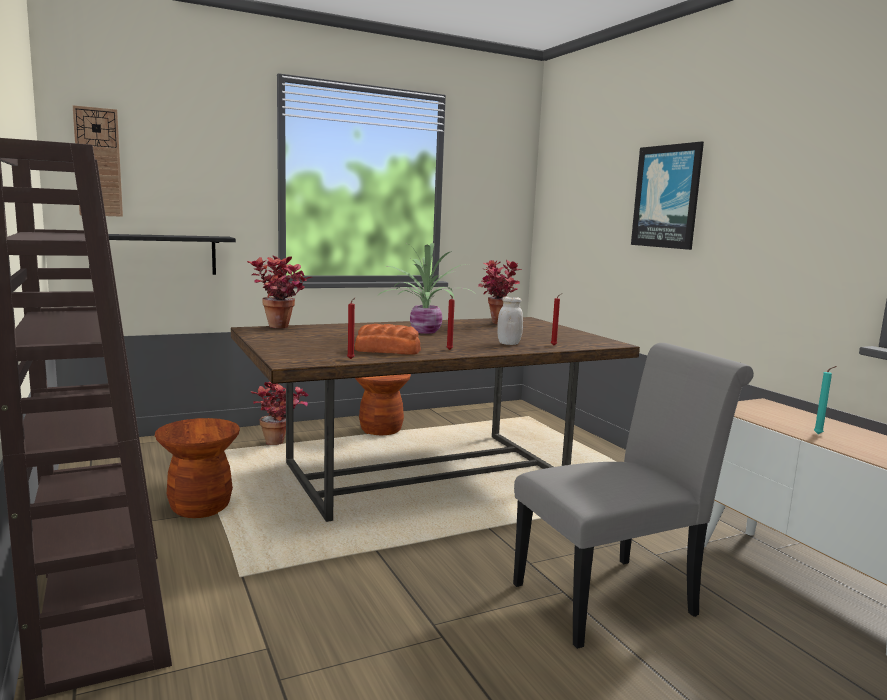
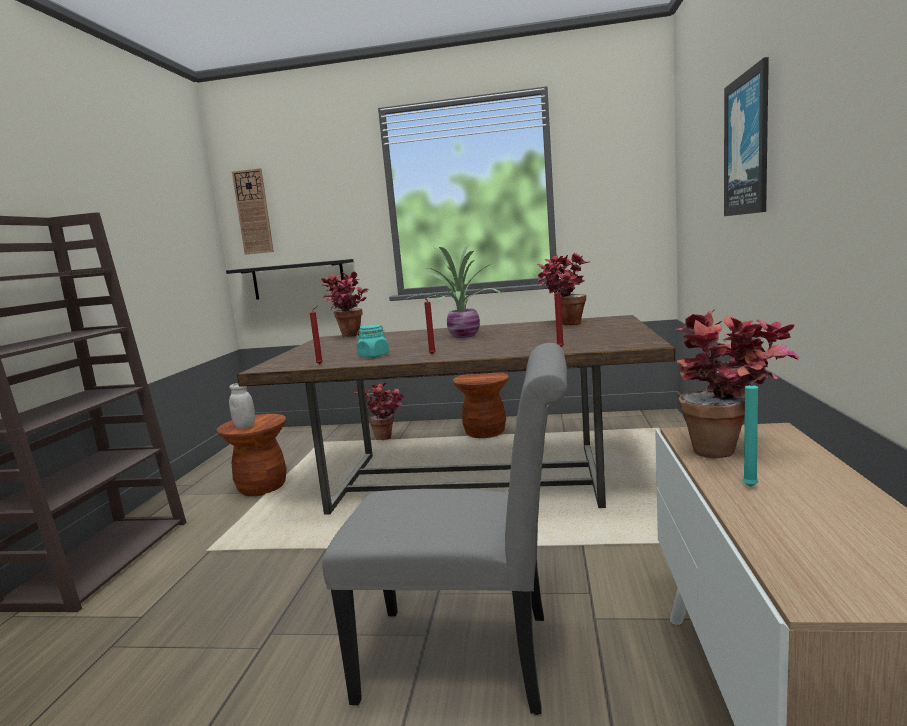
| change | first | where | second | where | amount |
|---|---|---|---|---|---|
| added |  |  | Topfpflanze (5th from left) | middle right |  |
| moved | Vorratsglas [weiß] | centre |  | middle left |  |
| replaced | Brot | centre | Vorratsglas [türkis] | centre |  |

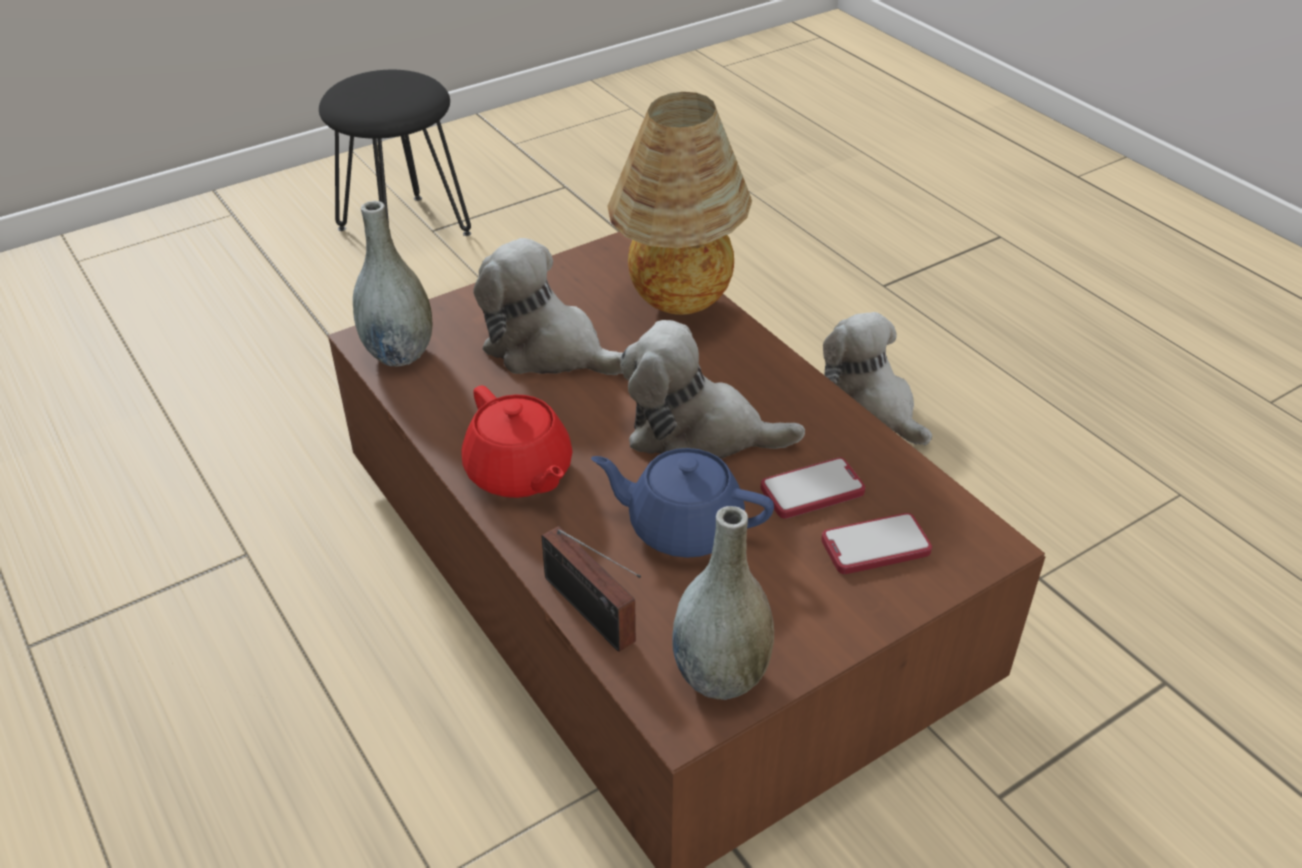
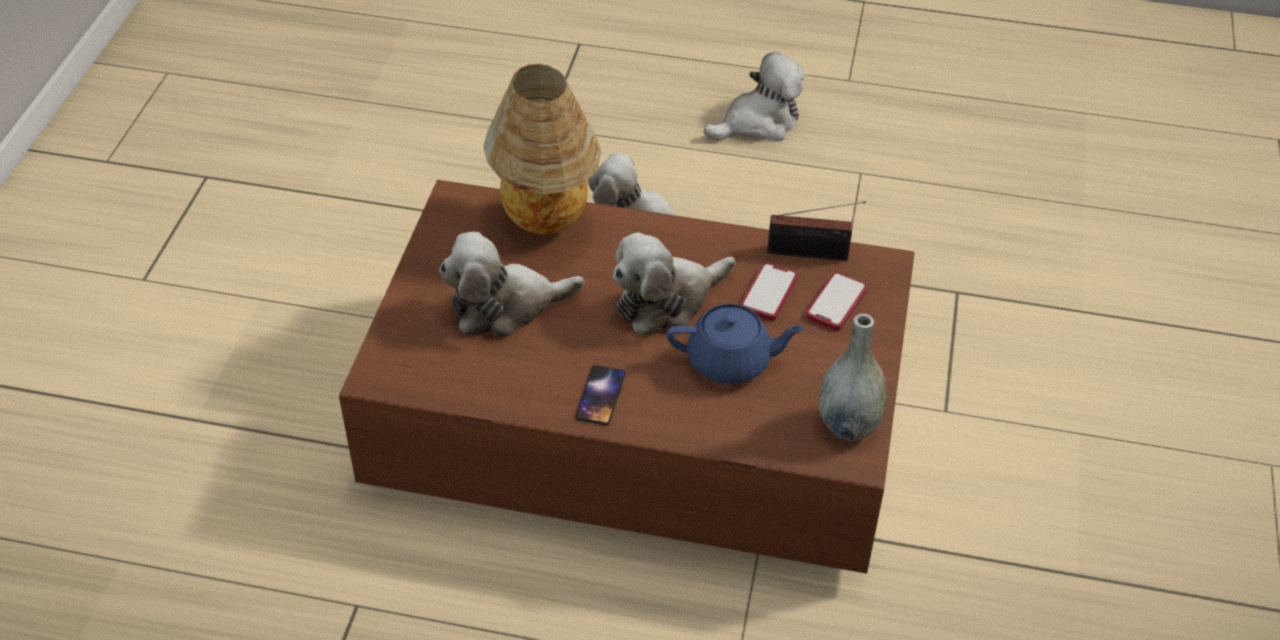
| change | first | where | second | where | amount |
|---|---|---|---|---|---|
| removed | Hocker [schwarz] | top left |  |  |  |
| removed | Vase [grau] (1st from left) | top left |  |  |  |
| added |  |  | Plüschtier (4th from left) | top centre |  |
| moved | Radio | bottom centre |  | centre |  |
| replaced | Teekanne [rot] | centre | Handy (1st from left) | centre |  |
| turned | Teekanne [blau] | centre |  | centre | 150 degrees counterclockwise |

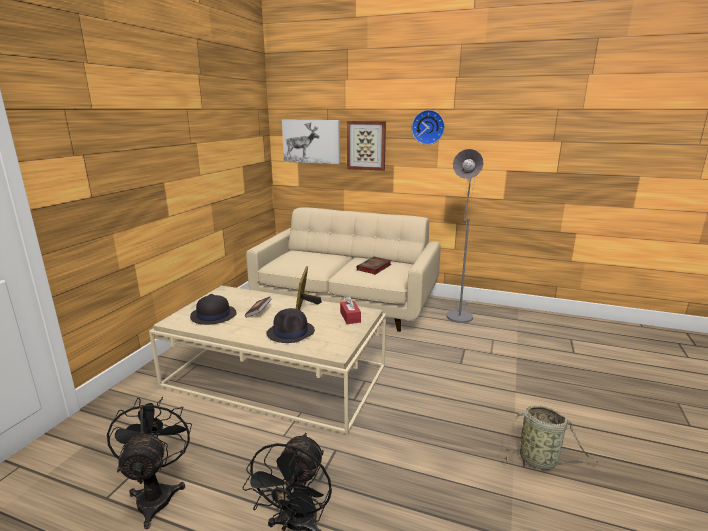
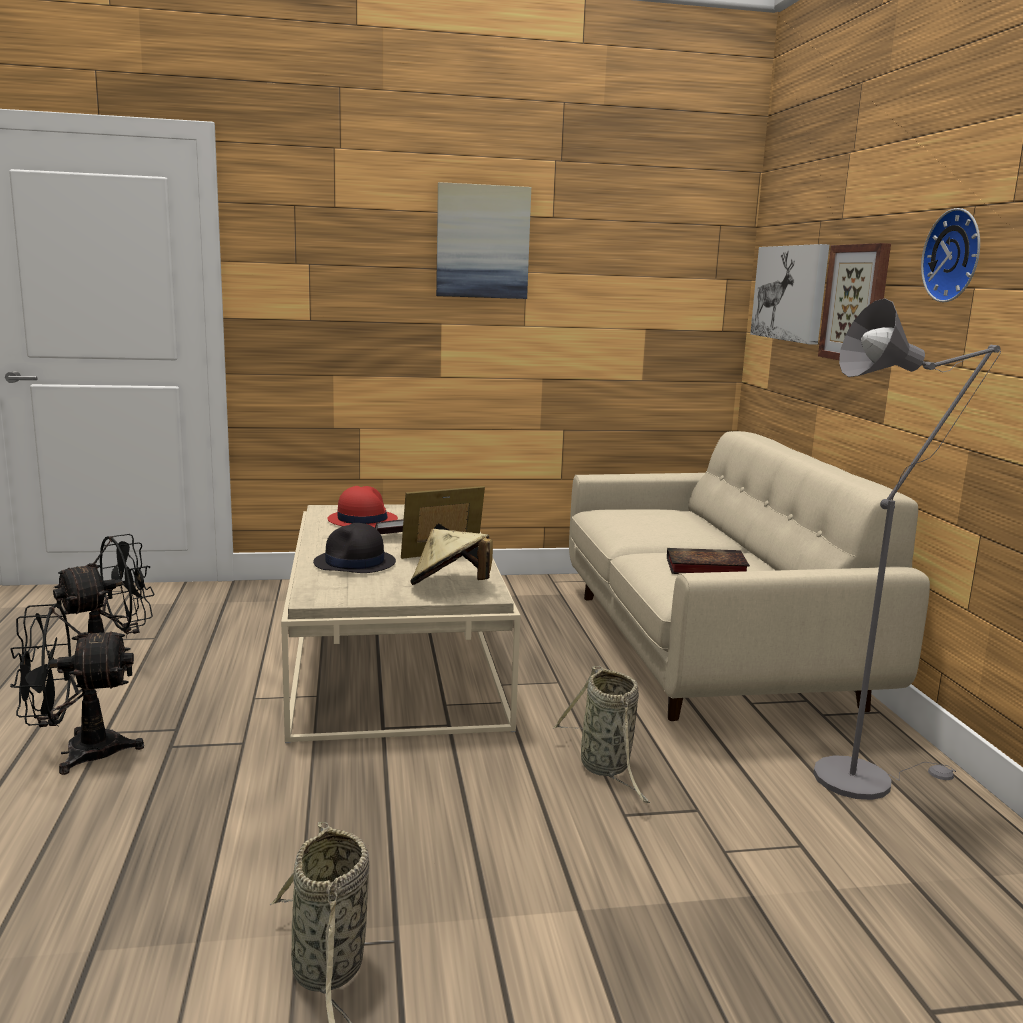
| change | first | where | second | where | amount |
|---|---|---|---|---|---|
| added |  |  | Bild (1st from left) | top centre |  |
| added |  |  | Korb (2nd from left) | bottom centre |  |
| replaced | Taschentuchbox [rot] | centre | Hut [beige] | centre |  |
| recoloured | Hut [schwarz] (1st from left) | middle left | Hut [rot] | centre |  |

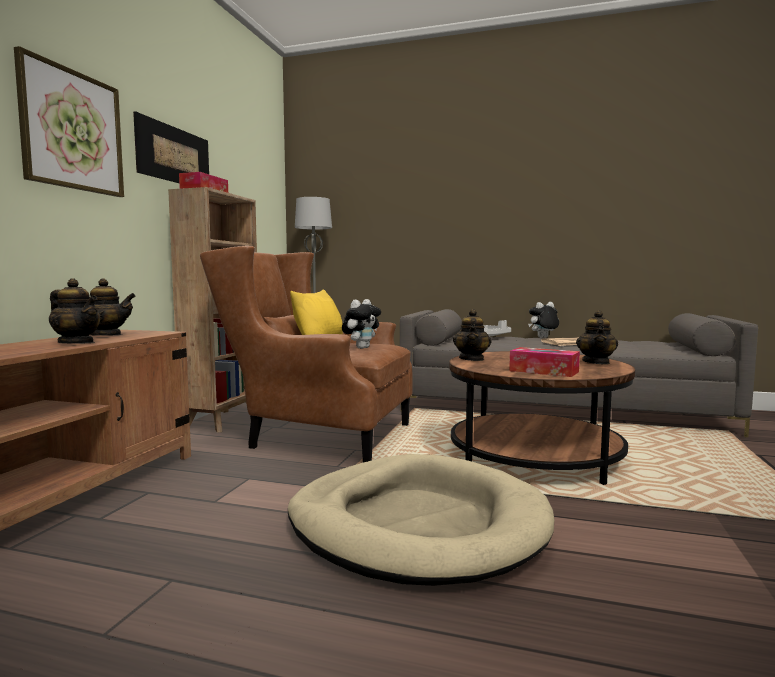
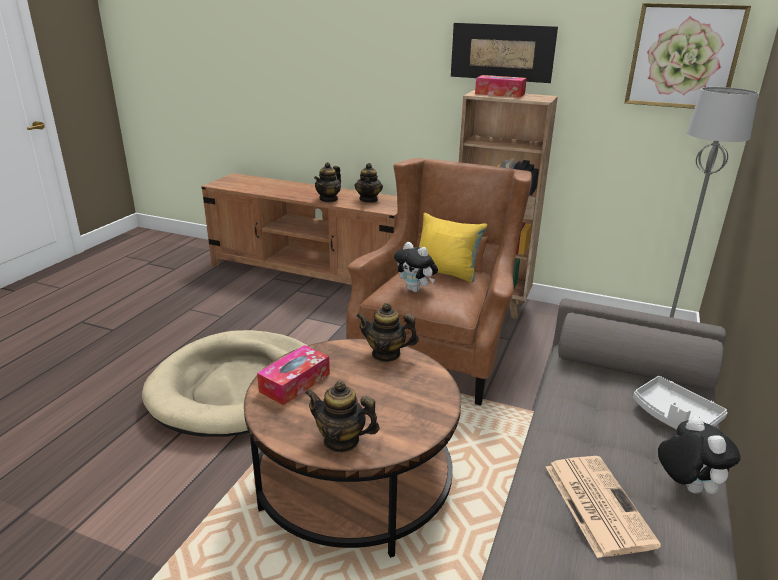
| change | first | where | second | where | amount |
|---|---|---|---|---|---|
| moved | Bild (1st from left in the first image) | top left | Bild (2nd from left) | top right |  |

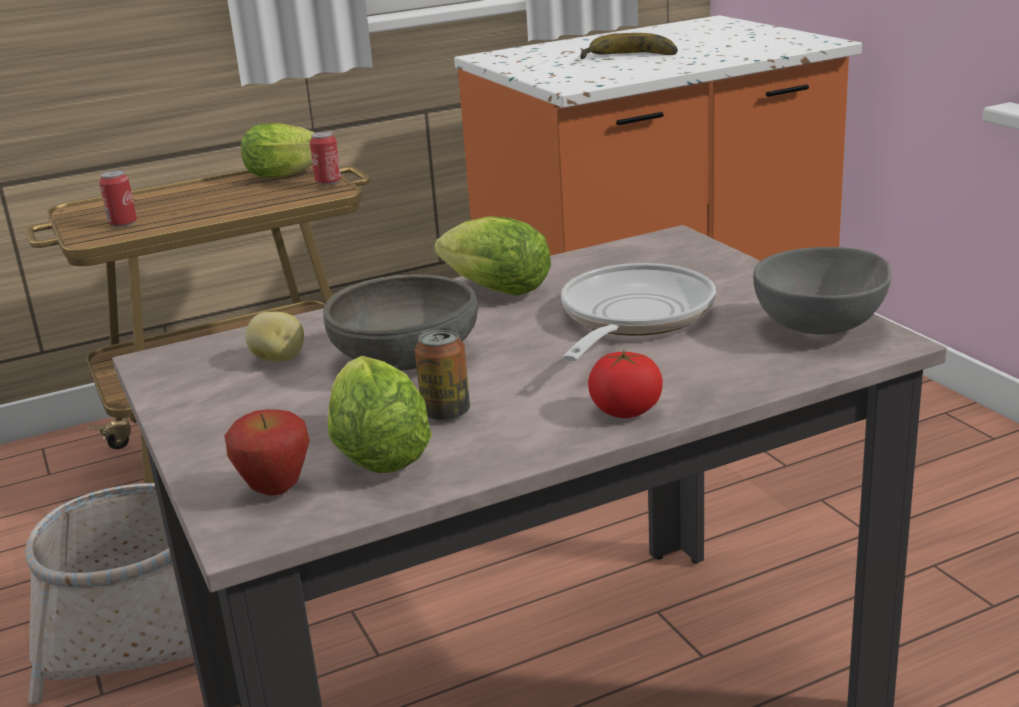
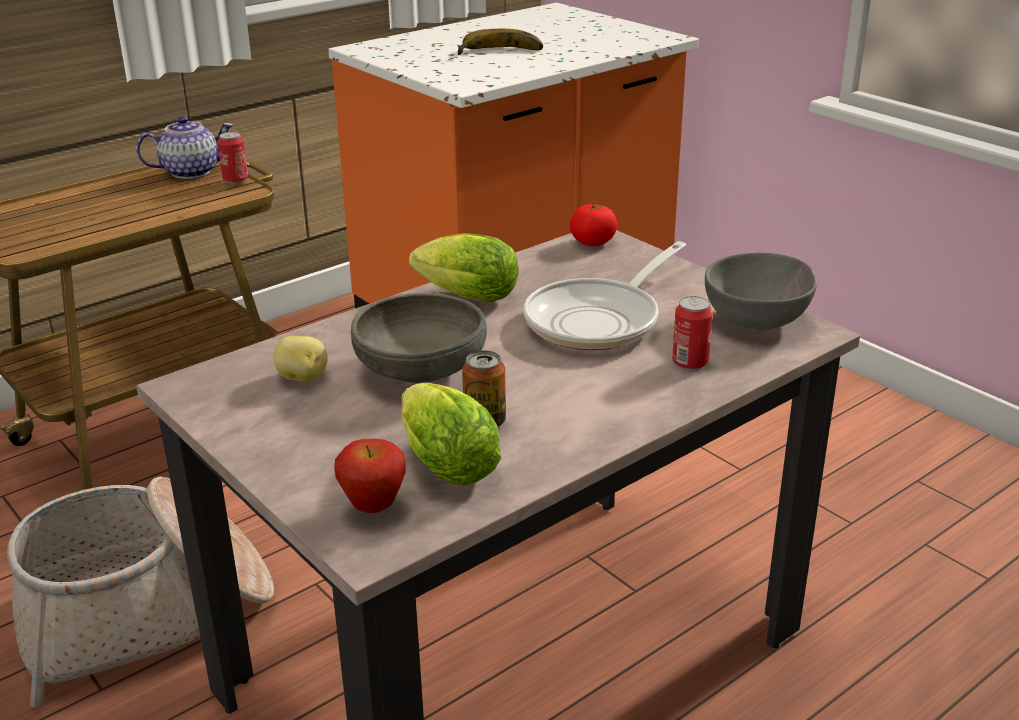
| change | first | where | second | where | amount |
|---|---|---|---|---|---|
| moved | Dose (1st from left in the first image) | top left | Dose (3rd from left) | middle right |  |
| moved | Tomate | centre |  | top centre |  |
| replaced | Salatkopf (1st from left) | top left | Teekanne | top left |  |
| turned | Pfanne | centre |  | centre | 150 degrees counterclockwise |

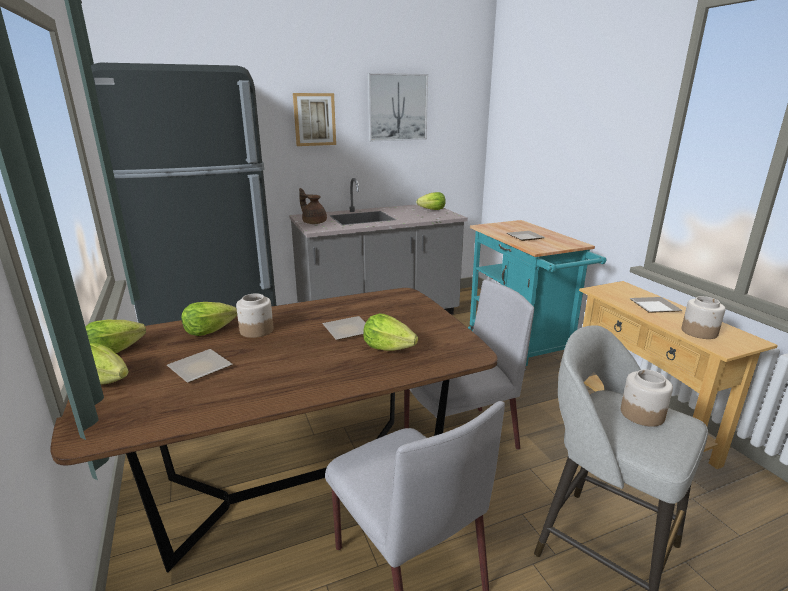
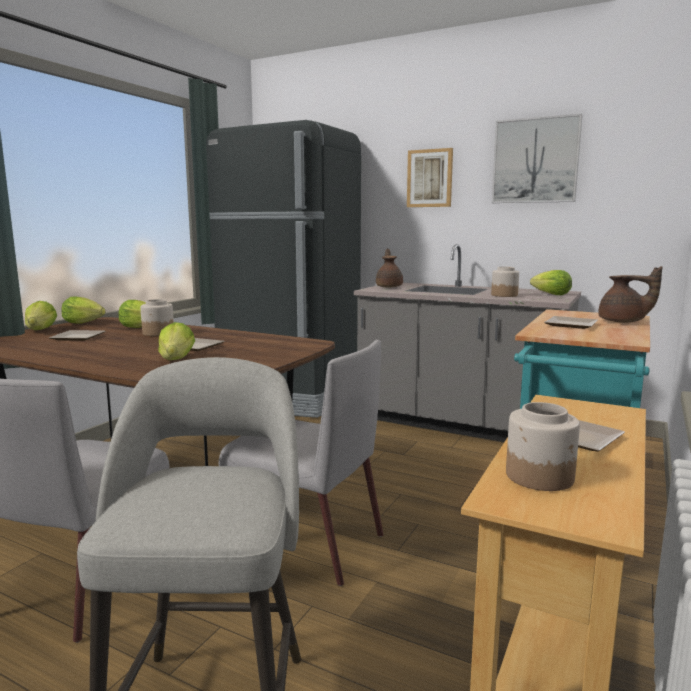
| change | first | where | second | where | amount |
|---|---|---|---|---|---|
| added |  |  | Teekanne [braun] (2nd from left) | middle right |  |
| moved | Vorratsglas (2nd from left) | bottom right |  | middle right |  |

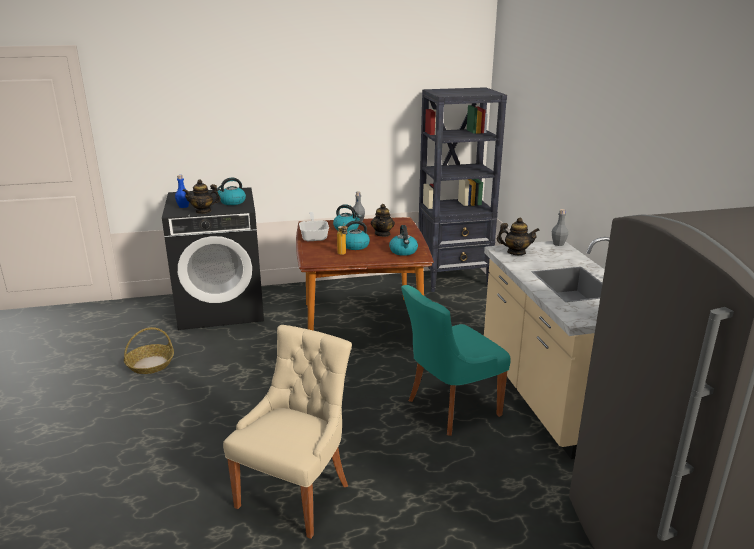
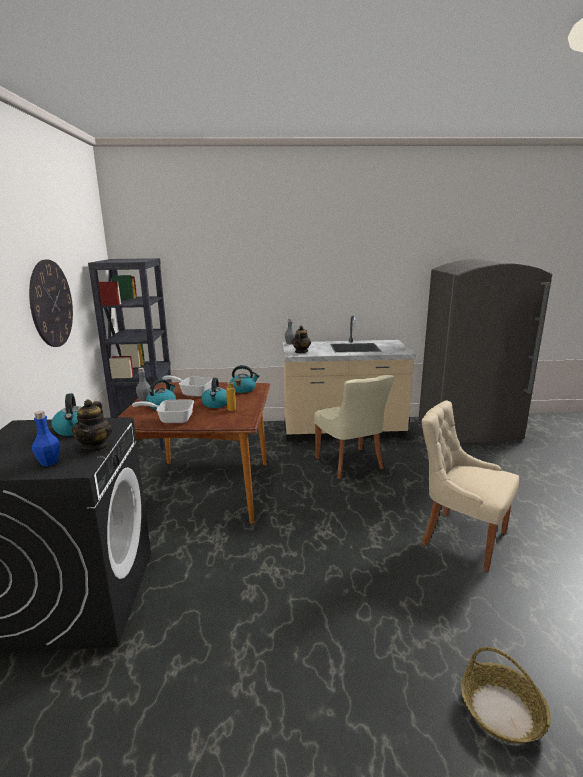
| change | first | where | second | where | amount |
|---|---|---|---|---|---|
| added |  |  | Wanduhr | middle left |  |
| moved | Korb | middle left |  | bottom right |  |
| replaced | Teekanne (2nd from left) | centre | Pfanne (2nd from left) | middle left |  |
| recoloured | Stuhl [türkis] | centre | Stuhl [beige] (1st from left) | centre |  |

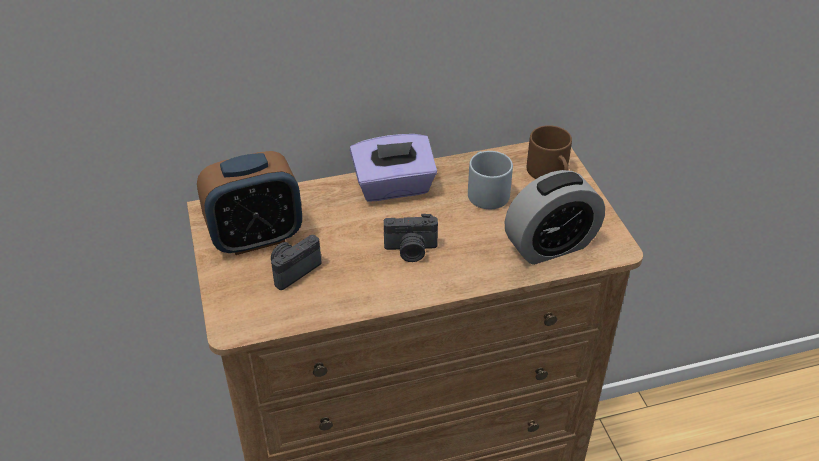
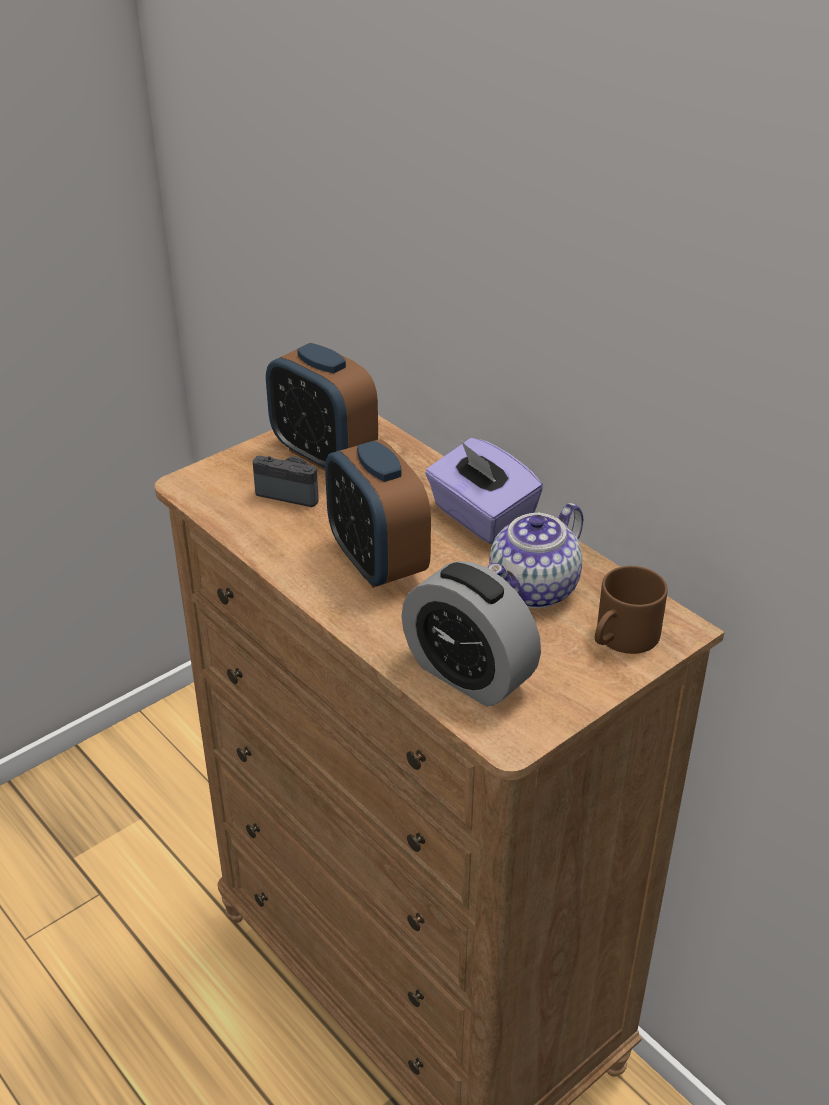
| change | first | where | second | where | amount |
|---|---|---|---|---|---|
| replaced | Kamera (2nd from left) | centre | Wecker (2nd from left) | centre |  |
| replaced | Henkelbecher [grau] | centre | Teekanne | centre |  |

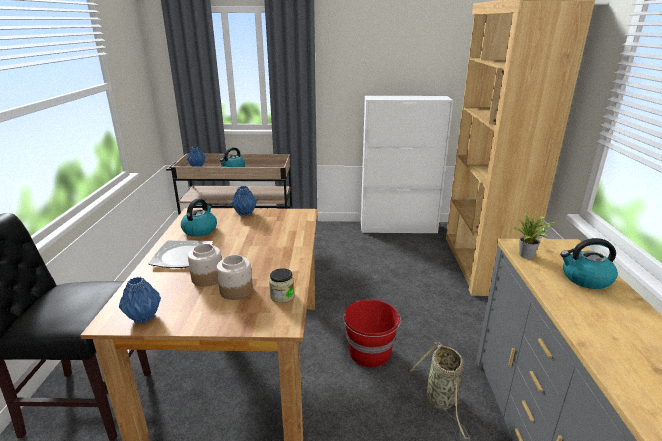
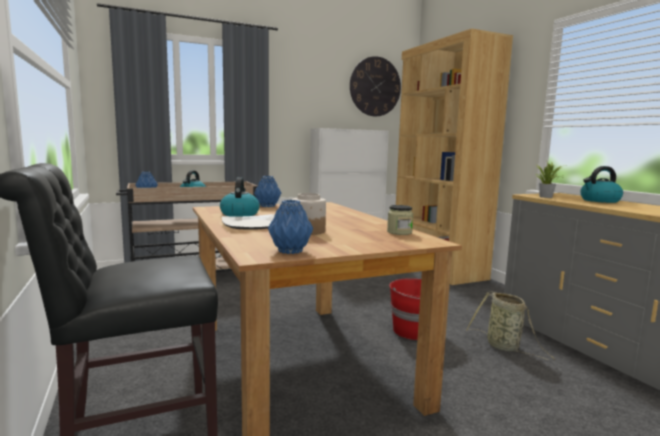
| change | first | where | second | where | amount |
|---|---|---|---|---|---|
| removed | Vorratsglas (2nd from left) | centre |  |  |  |
| added |  |  | Wanduhr | top centre |  |

